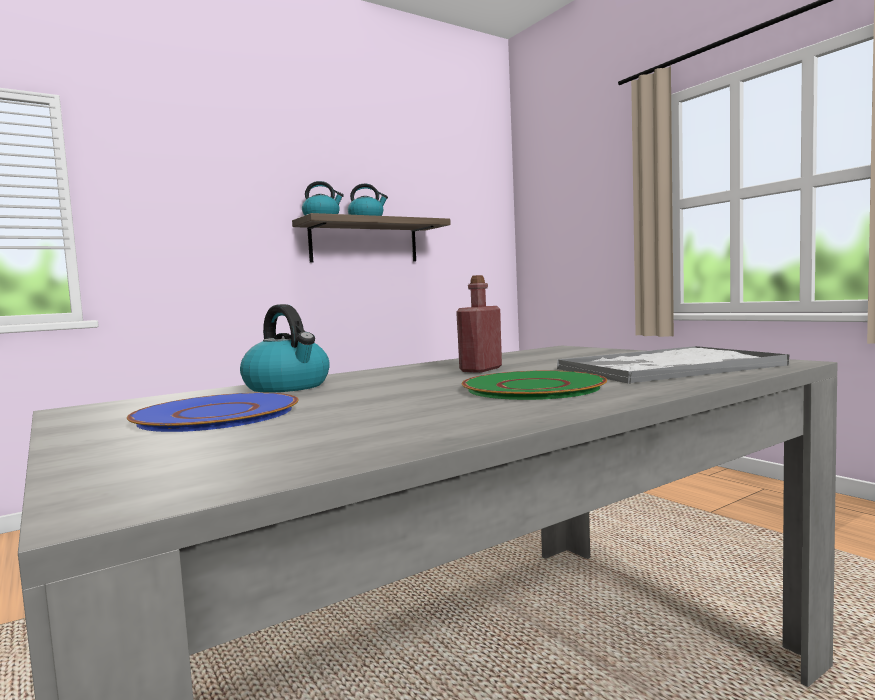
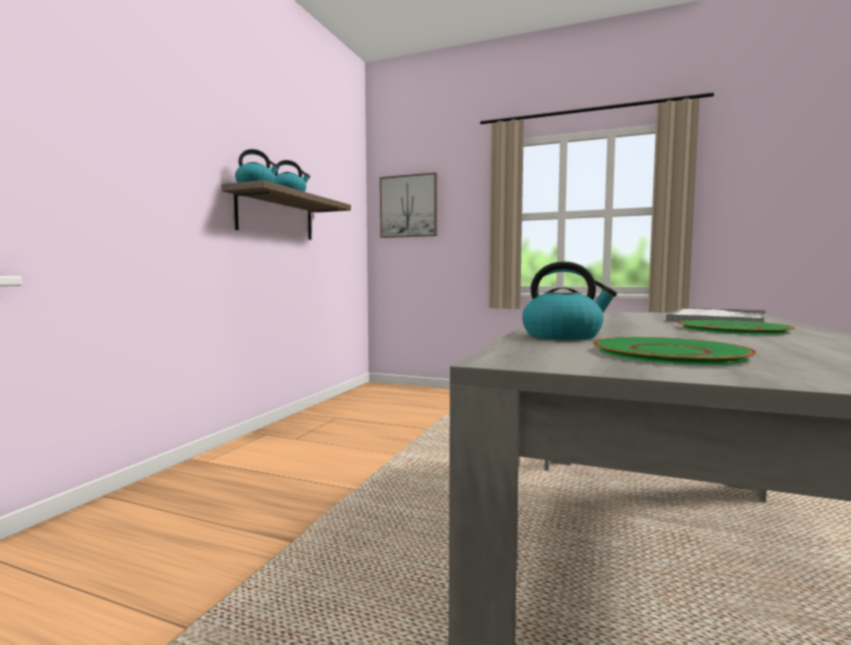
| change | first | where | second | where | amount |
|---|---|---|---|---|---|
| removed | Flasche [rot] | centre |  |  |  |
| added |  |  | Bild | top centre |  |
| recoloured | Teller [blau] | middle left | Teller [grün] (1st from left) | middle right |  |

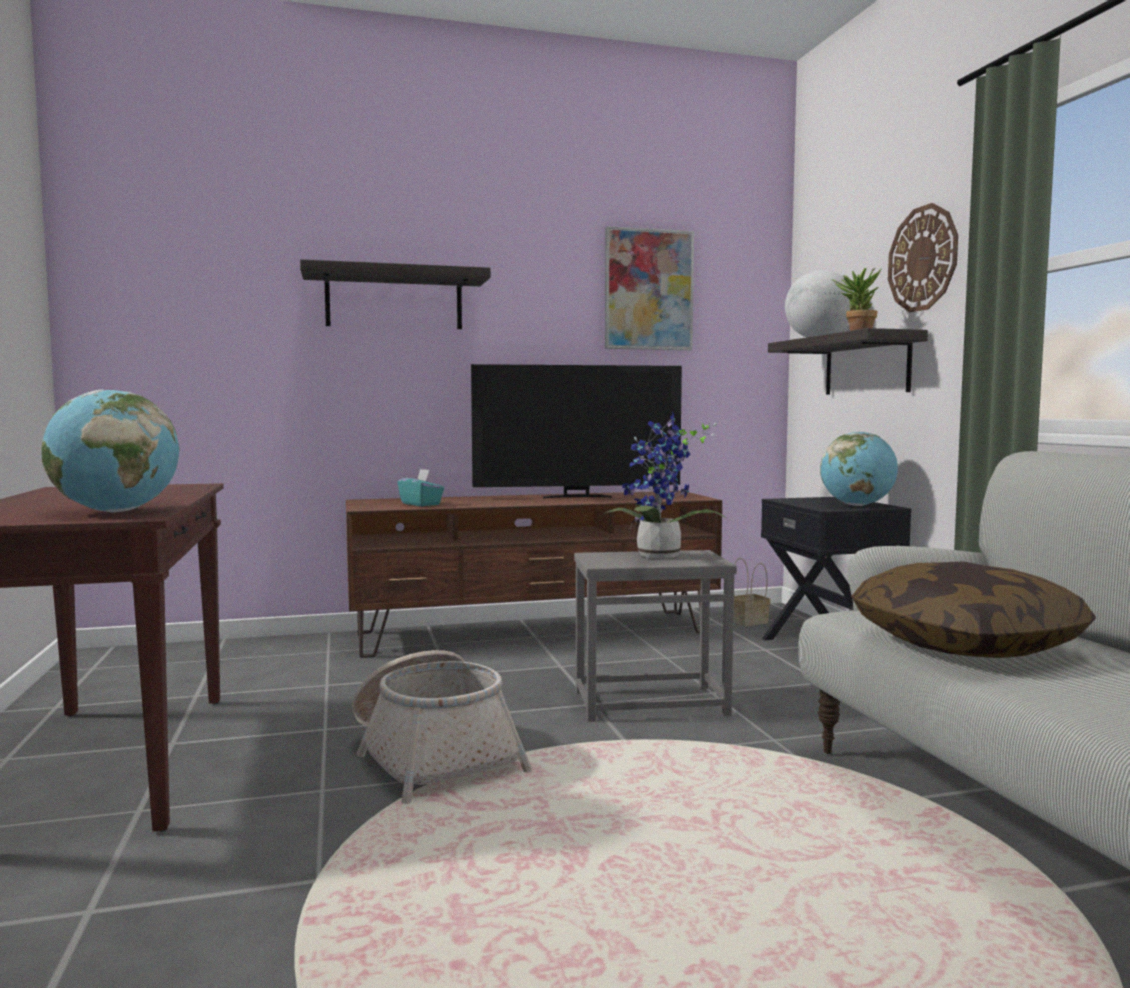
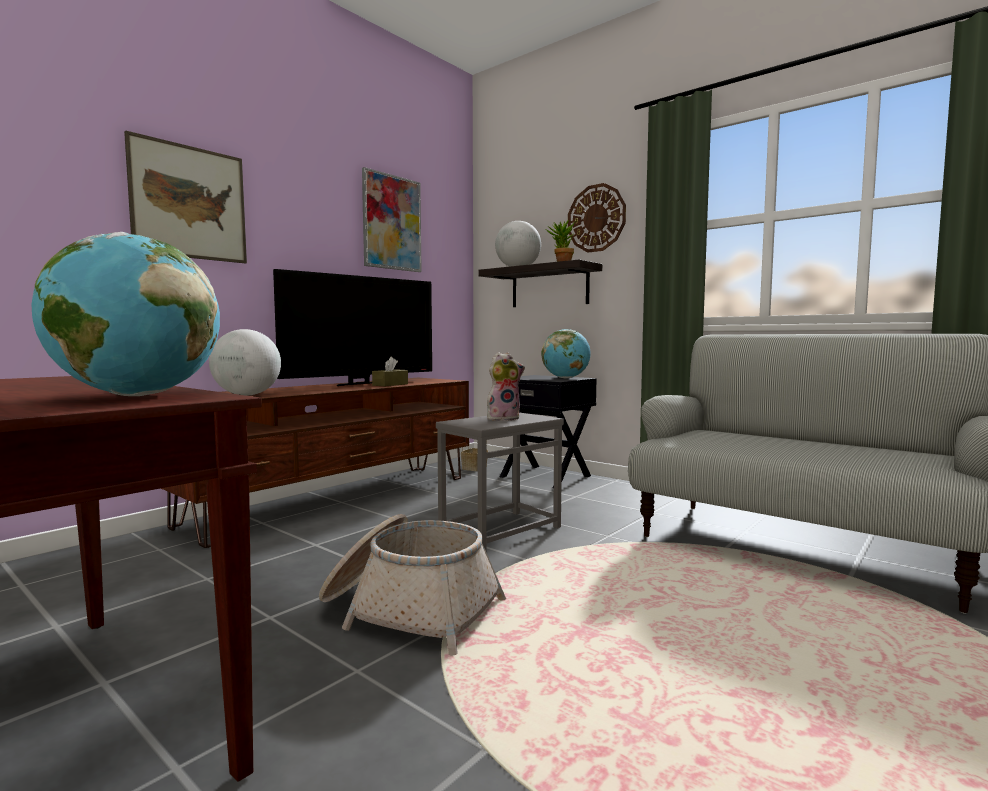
| change | first | where | second | where | amount |
|---|---|---|---|---|---|
| removed | Kissen | middle right |  |  |  |
| added |  |  | Taschentuchbox [braun] | centre |  |
| replaced | Wandregal (1st from left) | top centre | Bild (1st from left) | top left |  |
| replaced | Taschentuchbox [türkis] | centre | Globus (2nd from left) | middle left |  |
| replaced | Topfpflanze (1st from left) | centre | Plüschtier | centre |  |

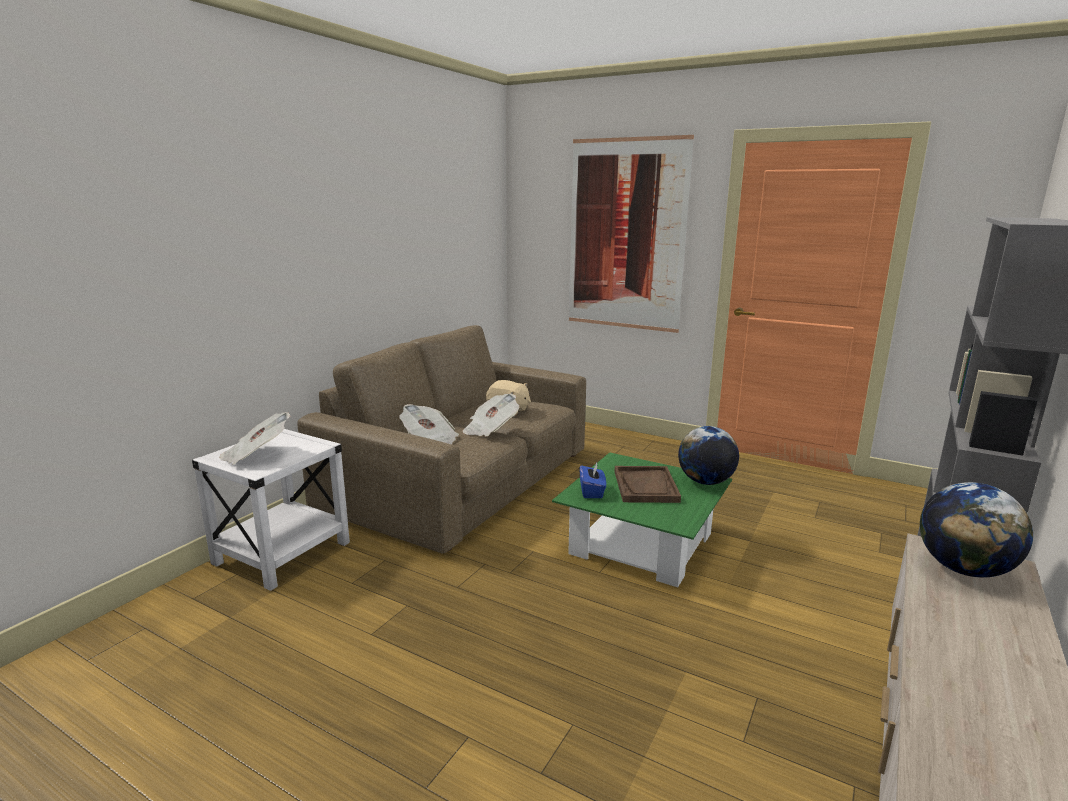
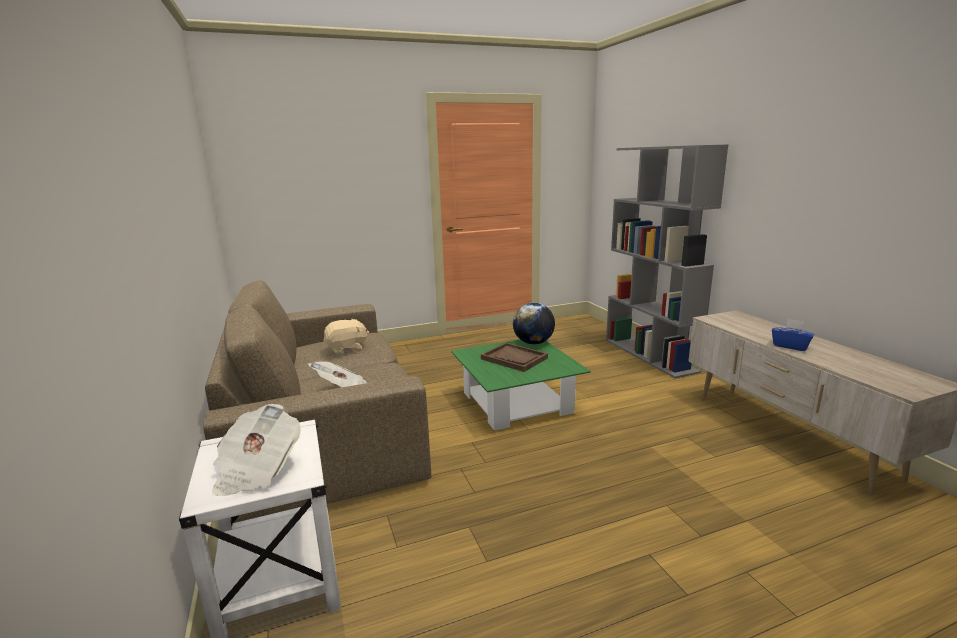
| change | first | where | second | where | amount |
|---|---|---|---|---|---|
| removed | Zeitung (3rd from left) | centre |  |  |  |
| removed | Bild | top centre |  |  |  |
| removed | Globus (2nd from left) | middle right |  |  |  |
| moved | Taschentuchbox [blau] | centre |  | middle right |  |

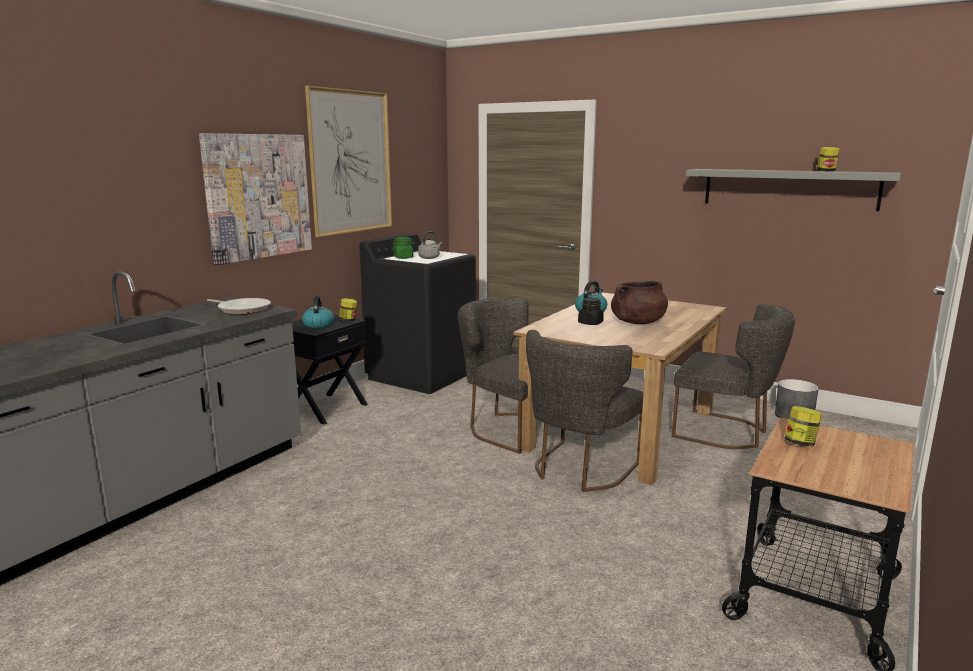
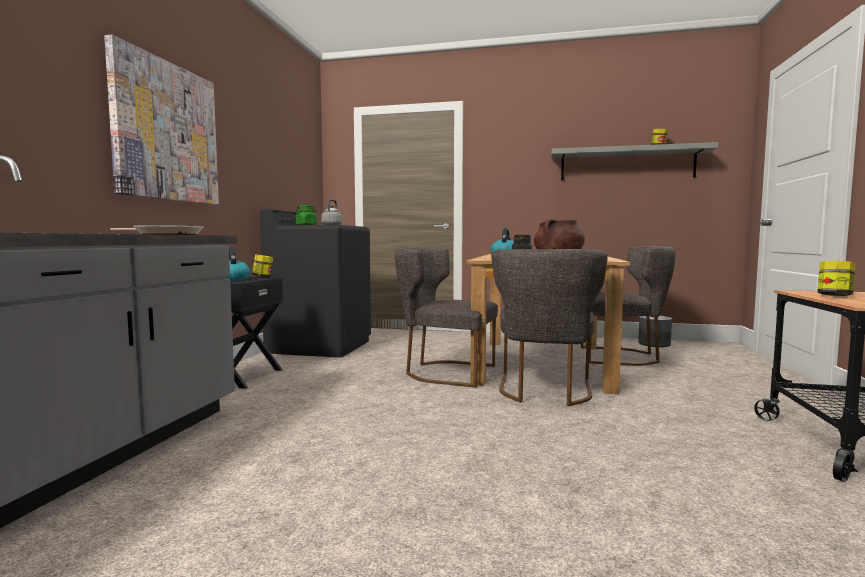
| change | first | where | second | where | amount |
|---|---|---|---|---|---|
| removed | Bild (2nd from left) | top centre |  |  |  |

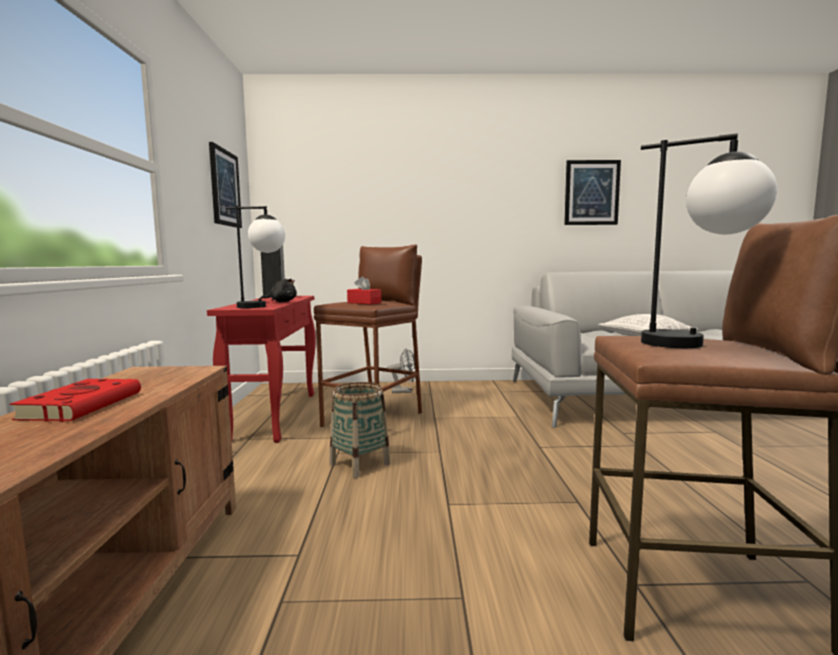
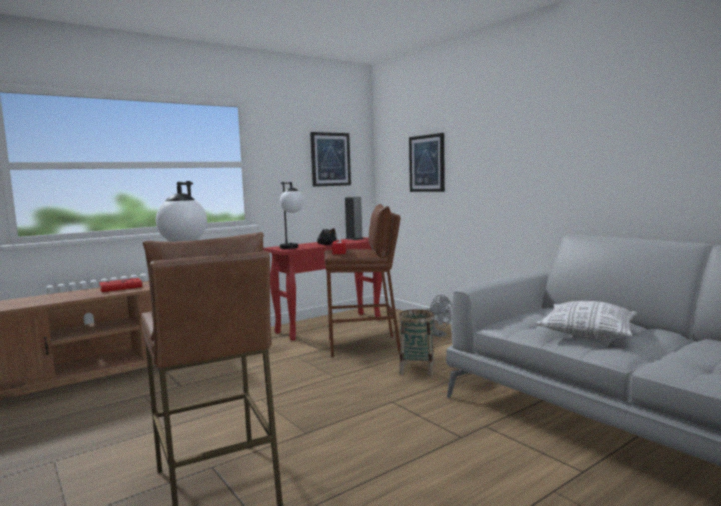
| change | first | where | second | where | amount |
|---|---|---|---|---|---|
| moved | Korb | centre |  | bottom centre |  |
| moved | Bild (2nd from left) | top right |  | top centre |  |

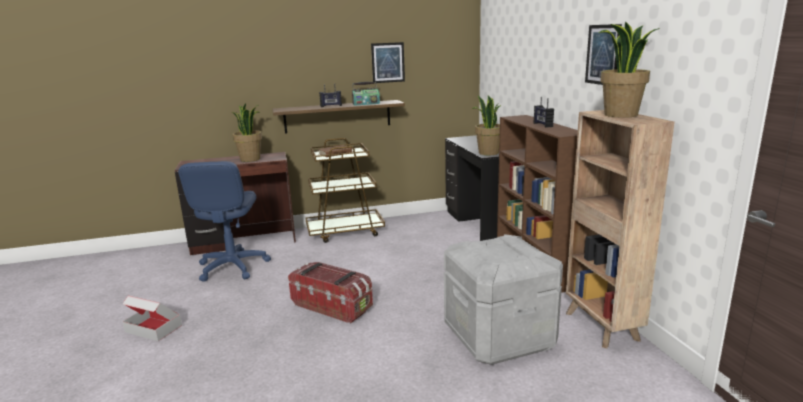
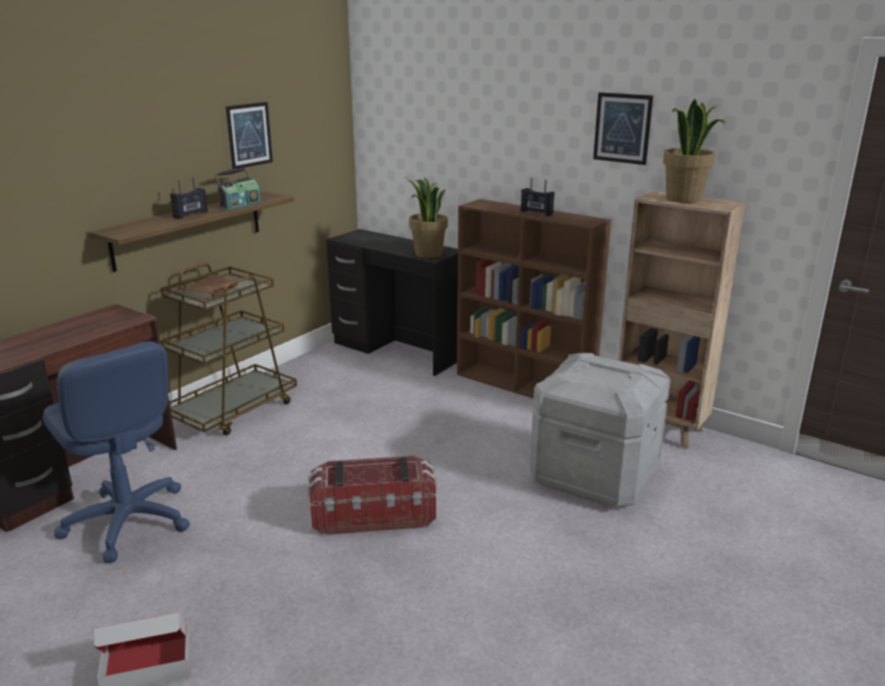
| change | first | where | second | where | amount |
|---|---|---|---|---|---|
| removed | Topfpflanze (1st from left) | top left |  |  |  |

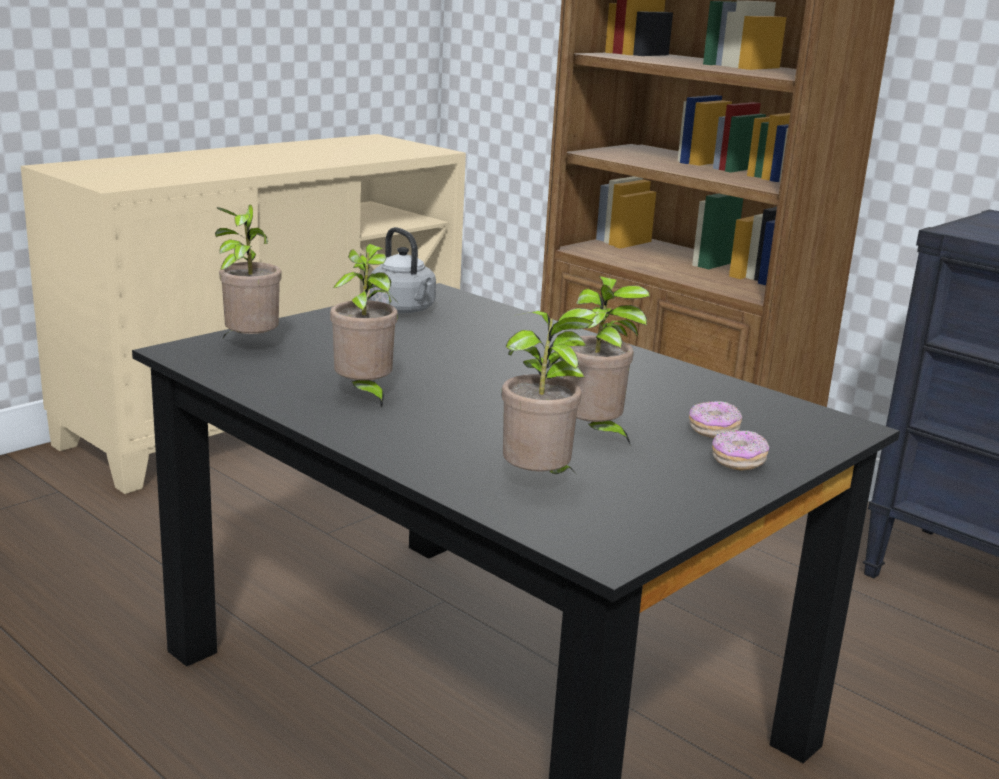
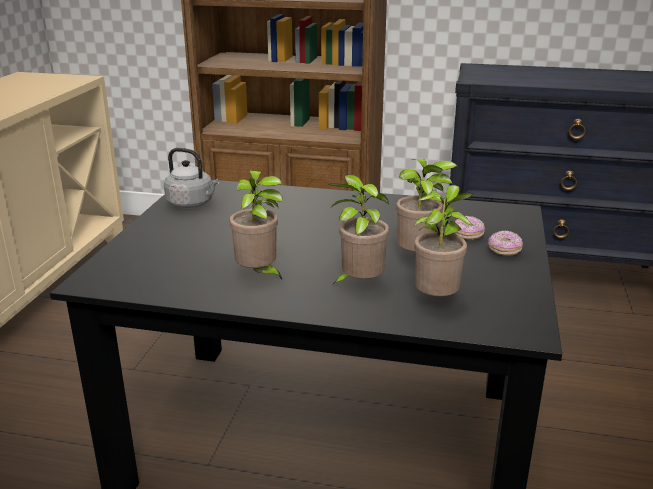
| change | first | where | second | where | amount |
|---|---|---|---|---|---|
| moved | Topfpflanze (1st from left in the first image) | middle left | Topfpflanze (2nd from left) | centre |  |

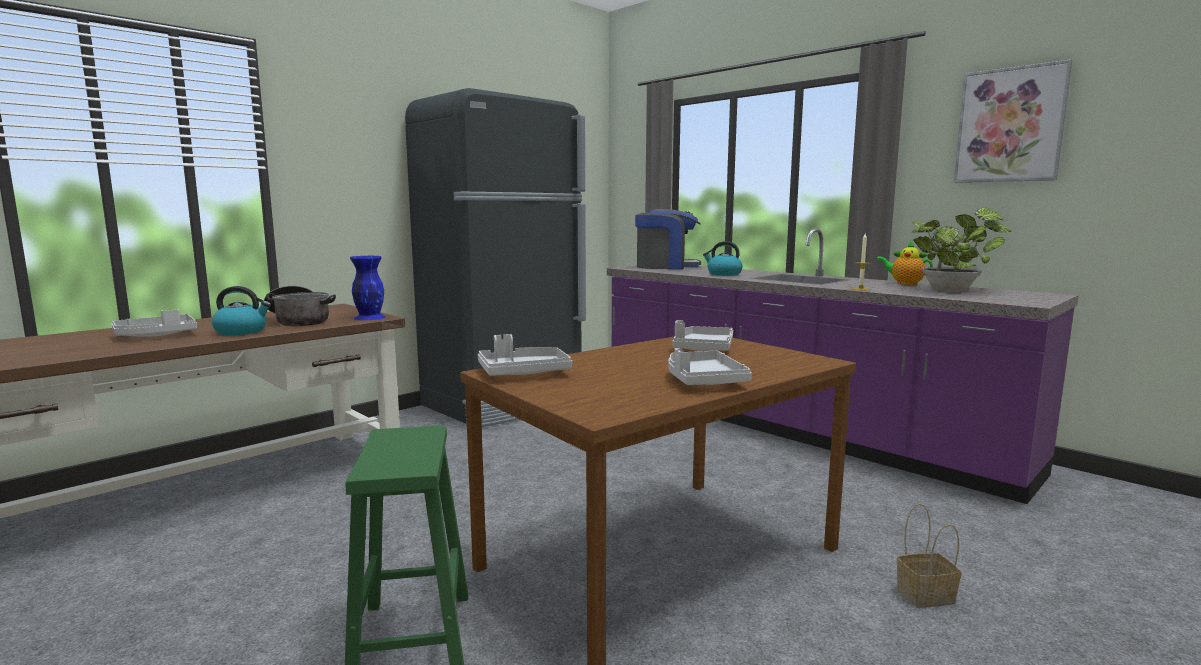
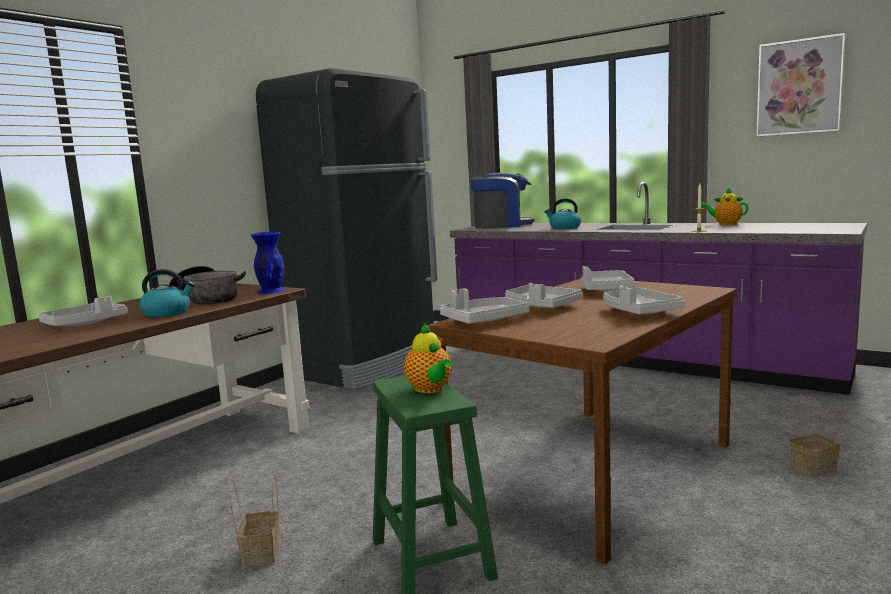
| change | first | where | second | where | amount |
|---|---|---|---|---|---|
| removed | Topfpflanze | middle right |  |  |  |
| added |  |  | Korb (1st from left) | bottom left |  |
| added |  |  | Teekanne (1st from left) | centre |  |
| added |  |  | Tablett [grau] (3rd from left) | centre |  |

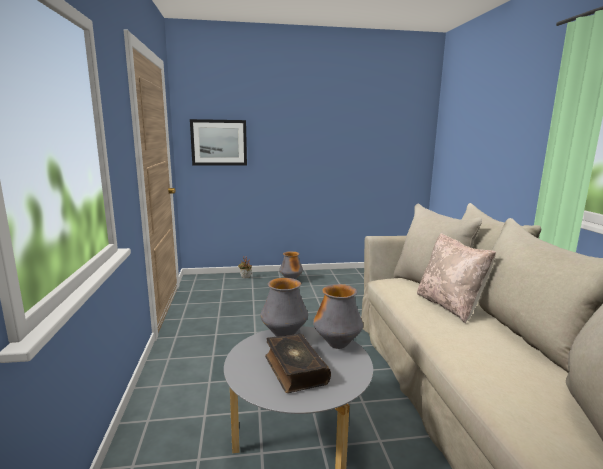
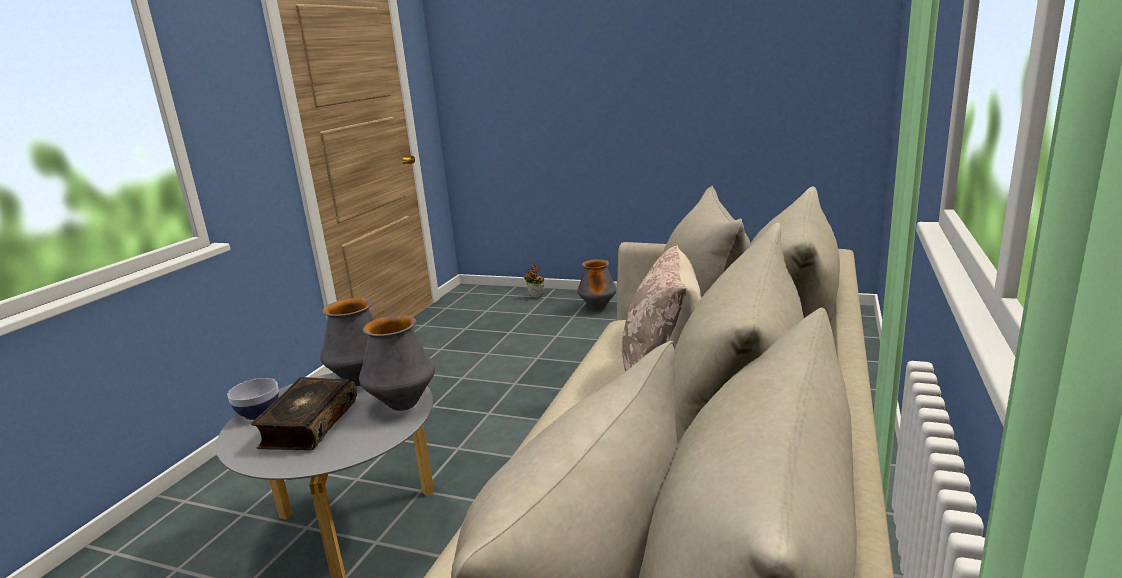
| change | first | where | second | where | amount |
|---|---|---|---|---|---|
| removed | Bild | top centre |  |  |  |
| added |  |  | Schüssel | bottom left |  |

